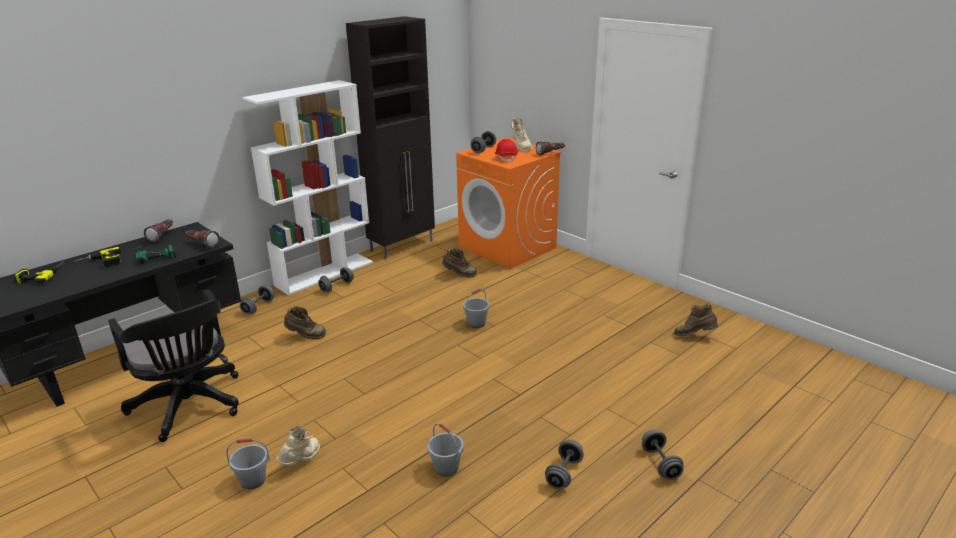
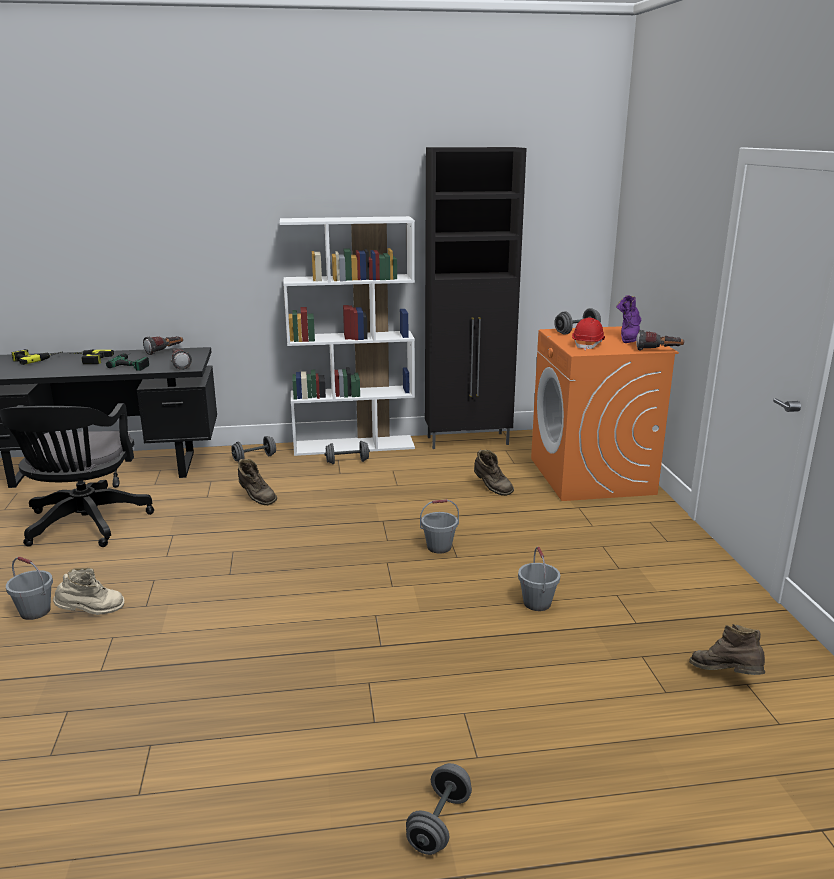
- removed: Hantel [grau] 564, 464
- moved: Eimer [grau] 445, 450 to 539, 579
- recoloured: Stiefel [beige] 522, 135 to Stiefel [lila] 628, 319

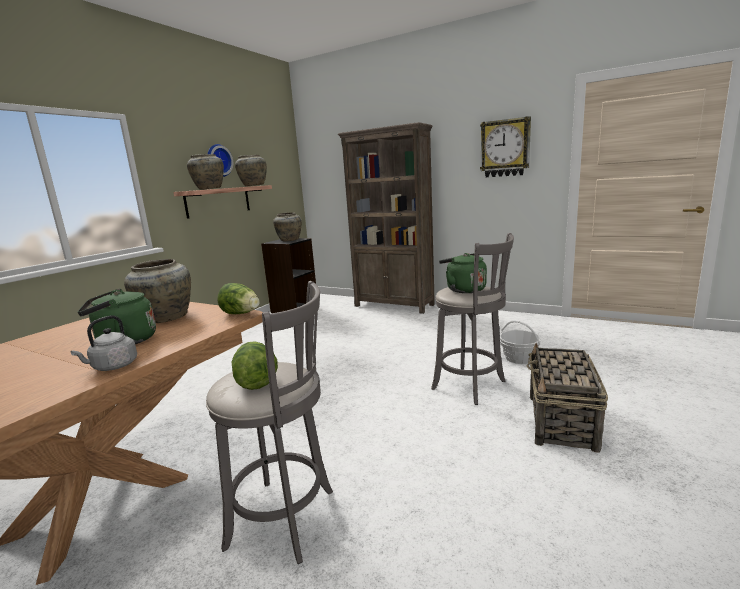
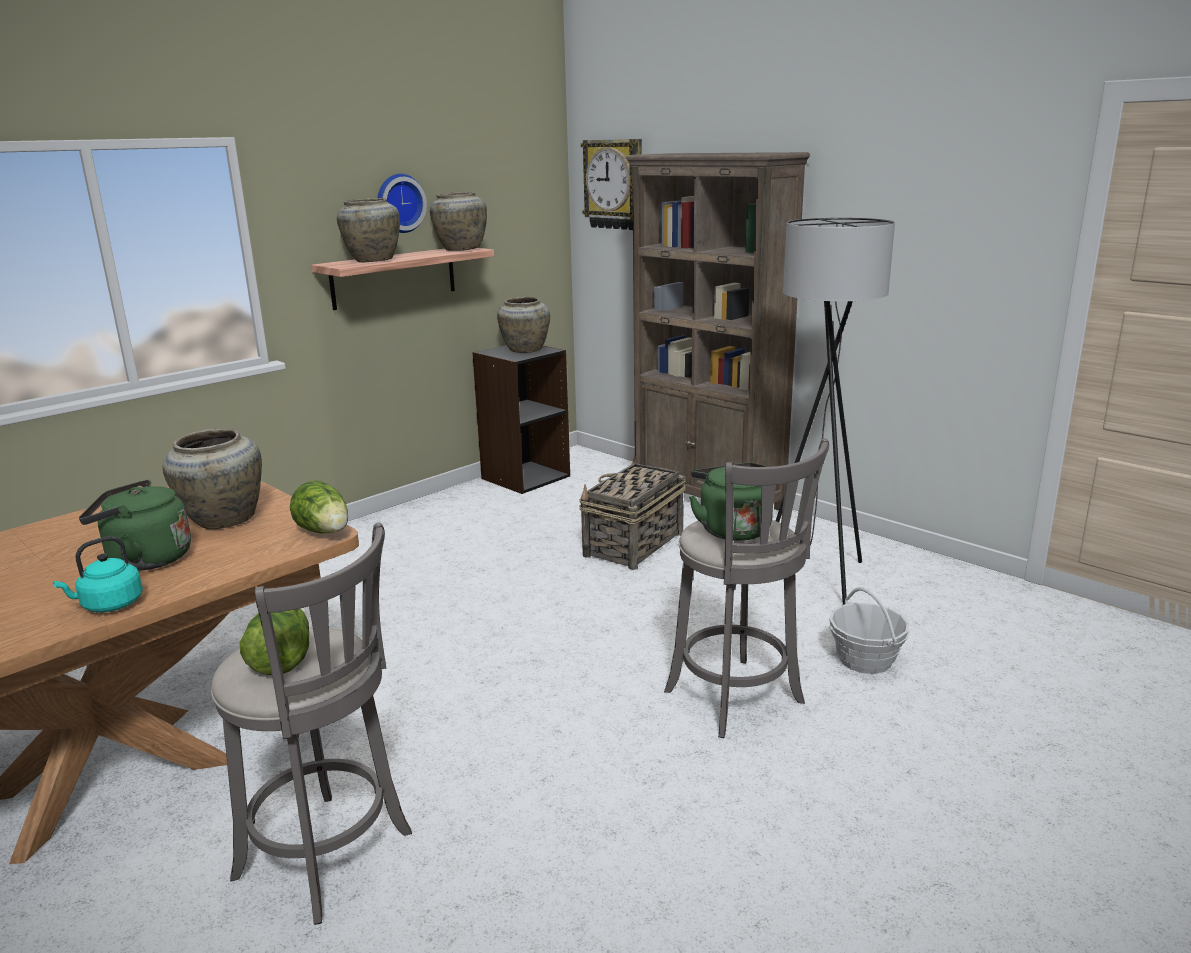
- added: Stehlampe [grau] 835, 411
- moved: Wanduhr 505, 146 to 611, 184
- moved: Korb 567, 398 to 632, 513
- recoloured: Wasserkessel [grau] 103, 343 to Wasserkessel [türkis] 98, 574

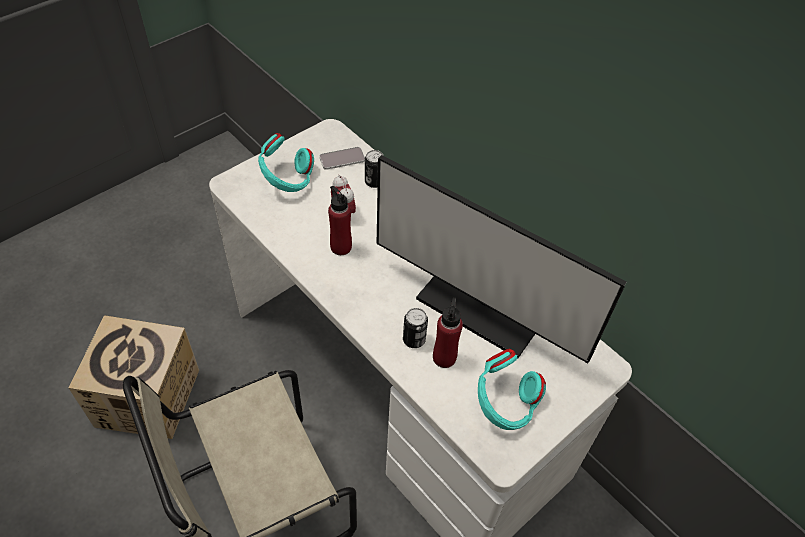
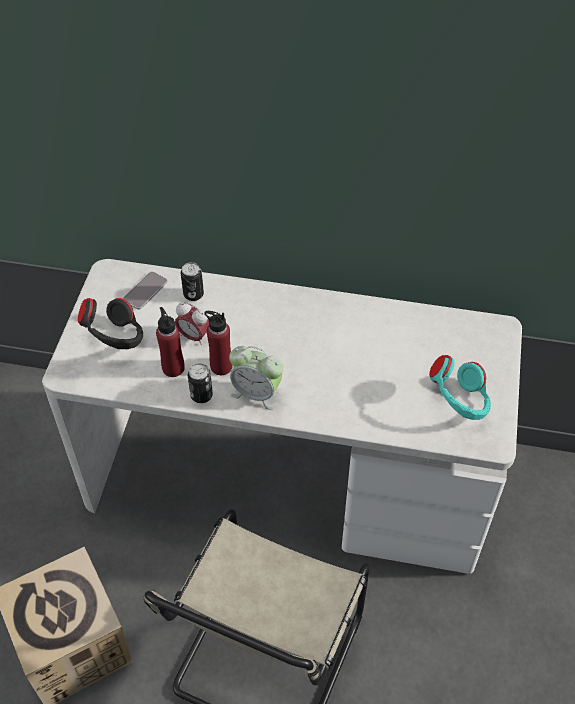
- removed: Monitor 501, 259
- added: Wecker 256, 378
- moved: Dose 415, 328 to 200, 383
- moved: Flasche [rot] 448, 332 to 170, 342
- recoloured: Kopfhörer [türkis] 286, 162 to Kopfhörer [schwarz] 110, 323

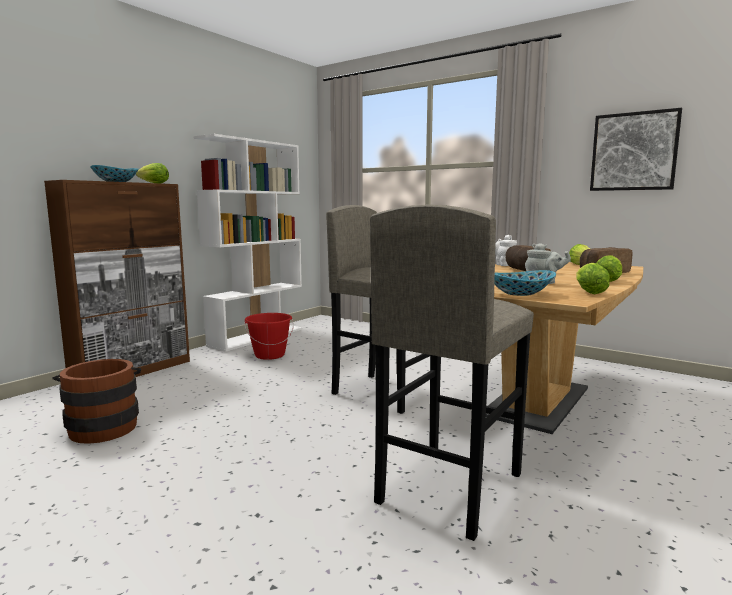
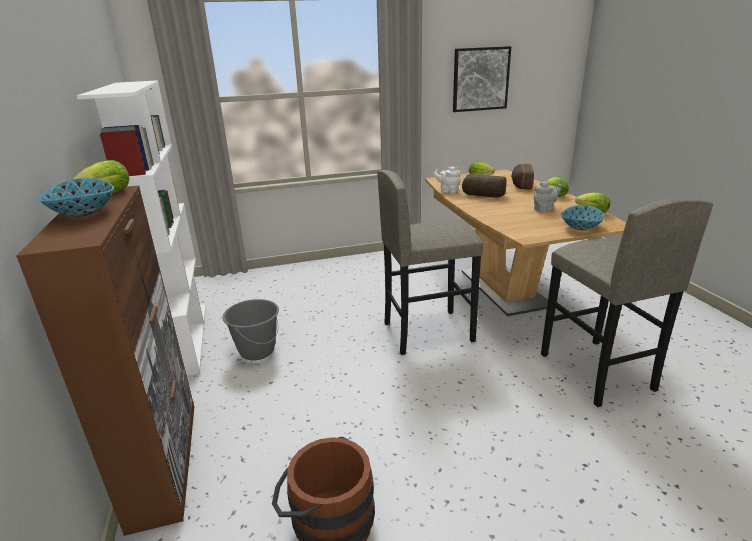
- recoloured: Eimer [rot] 269, 336 to Eimer [grau] 250, 330

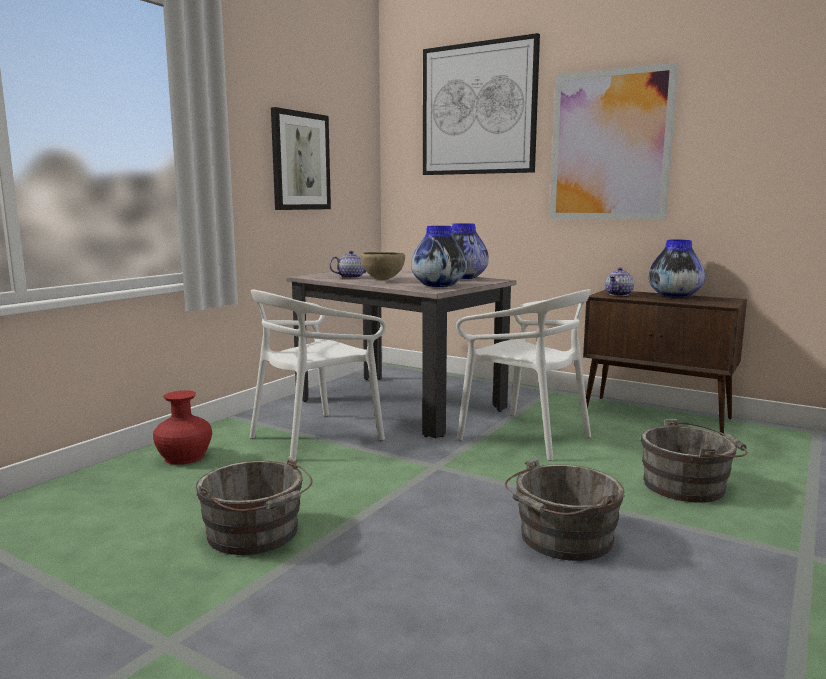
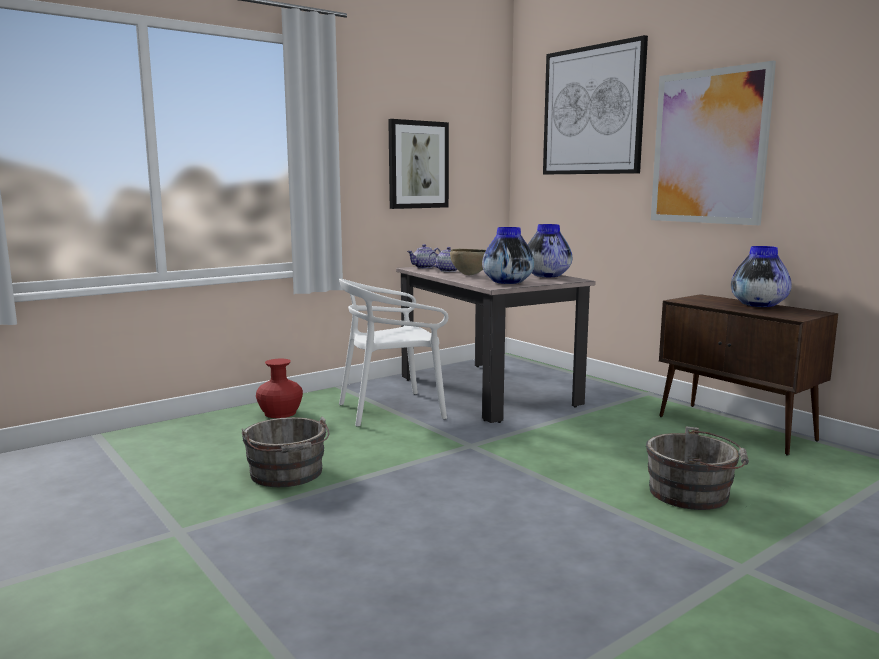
- removed: Stuhl [weiß] 523, 375
- removed: Eimer [grau] 565, 509
- moved: Teekanne 619, 281 to 424, 256

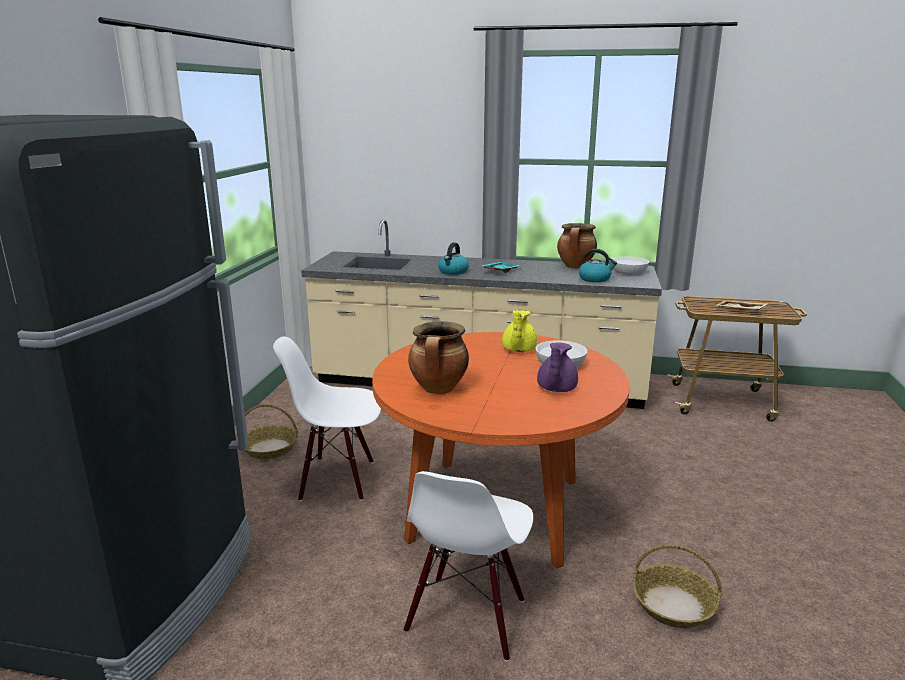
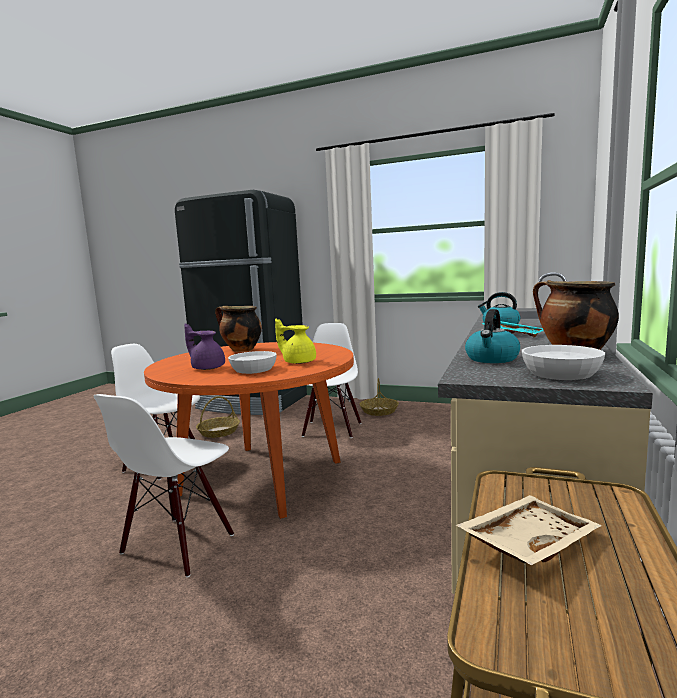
- added: Stuhl [weiß] 164, 486
- moved: Korb 677, 586 to 218, 417

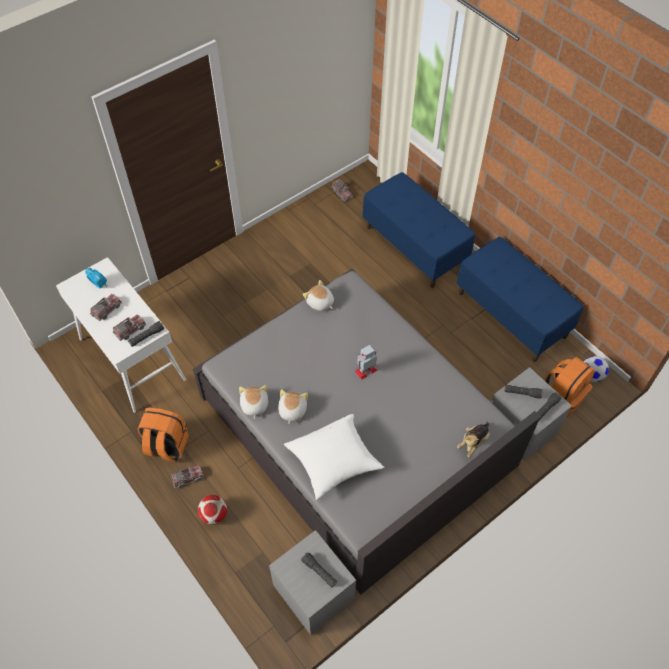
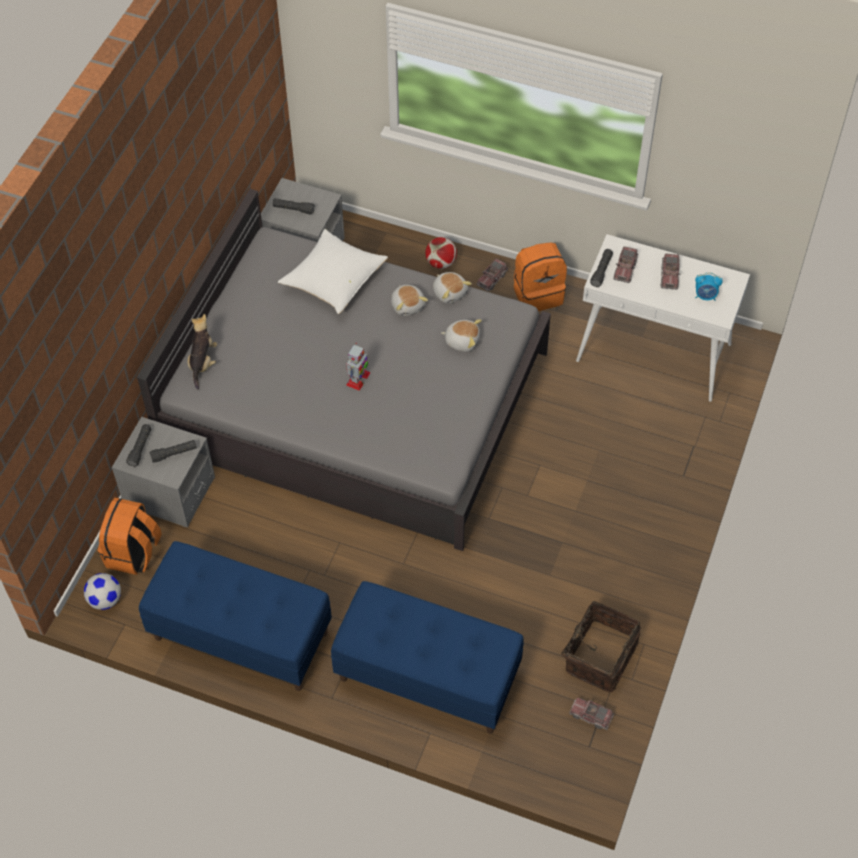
- added: Korb 596, 647
- moved: Plüschtier 318, 295 to 461, 335

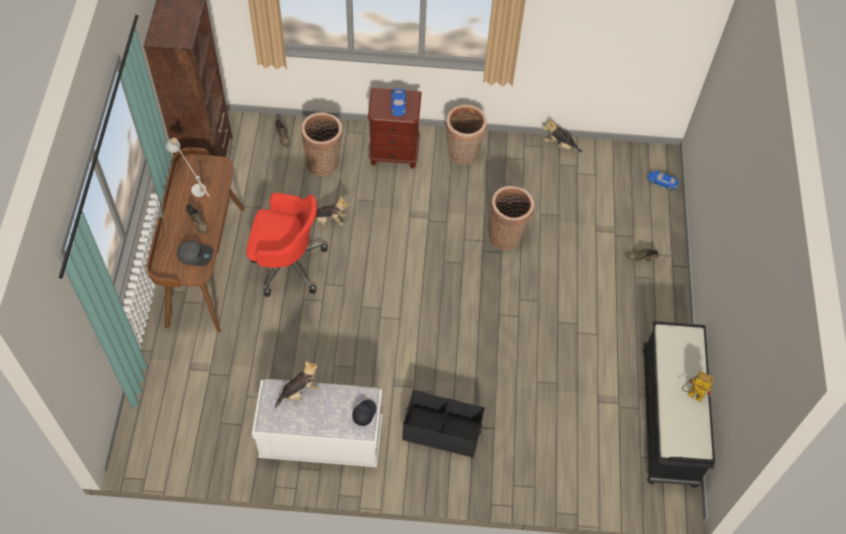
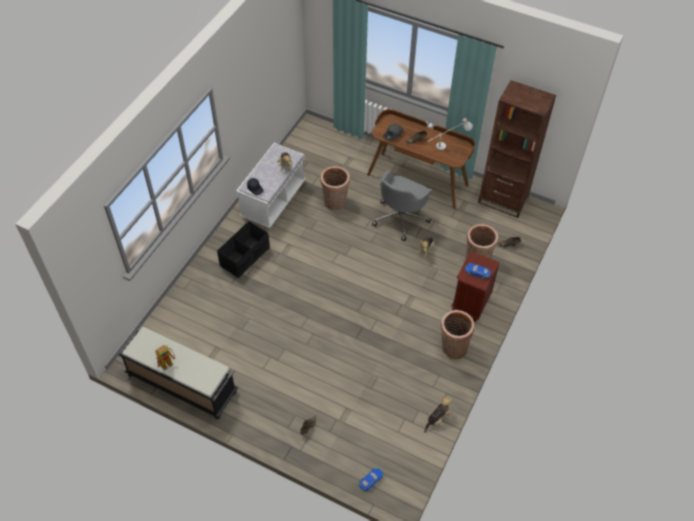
- moved: Korb 511, 218 to 335, 188
- recoloured: Bürostuhl [rot] 287, 245 to Bürostuhl [grau] 402, 206

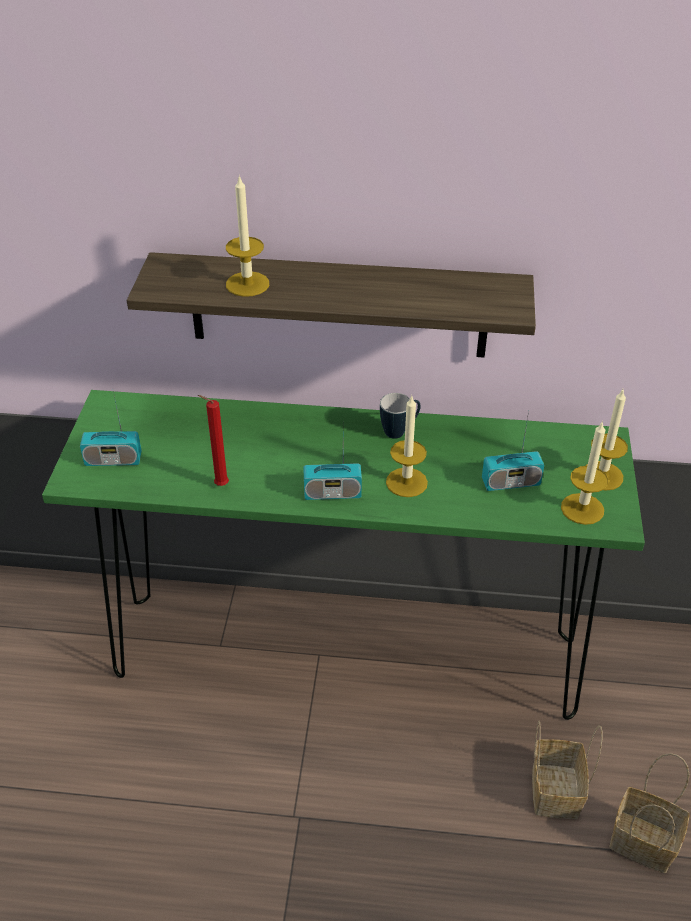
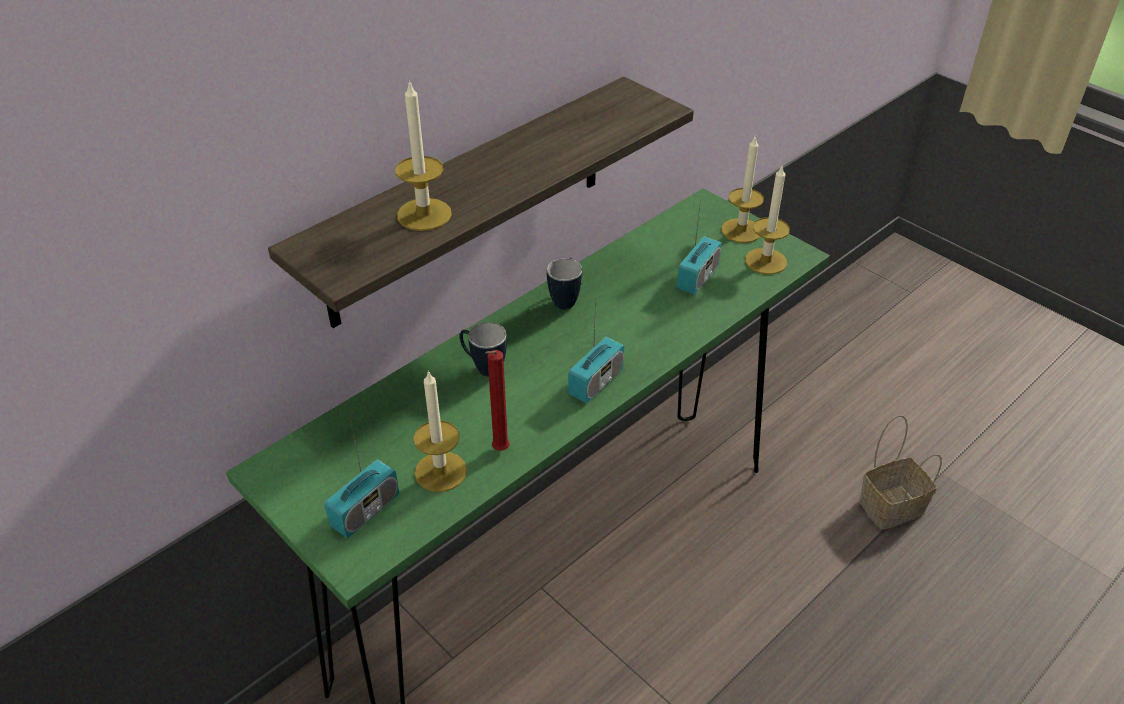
- removed: Korb 567, 770
- added: Henkelbecher 483, 349
- moved: Kerze 407, 446 to 440, 431

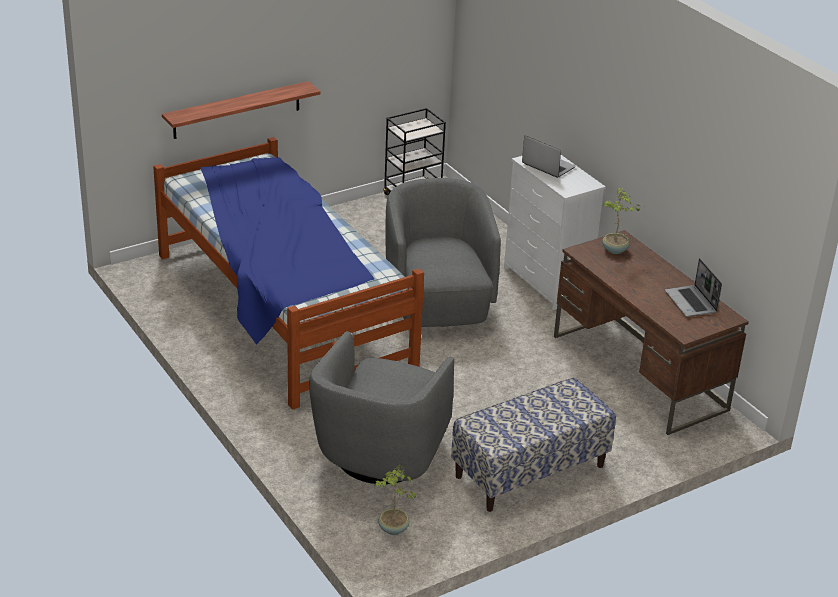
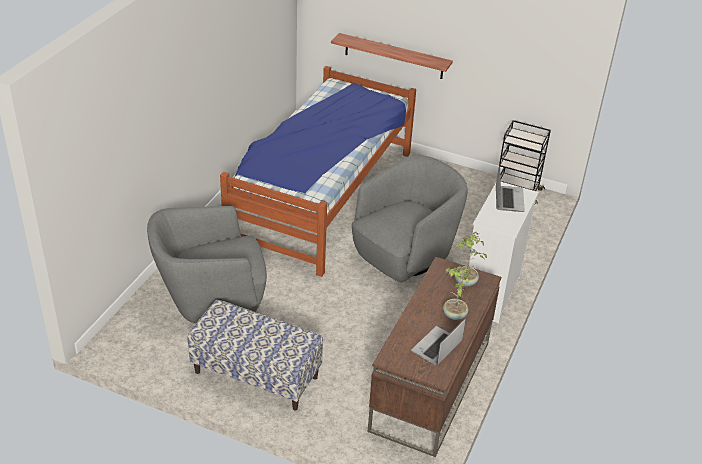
- moved: Topfpflanze 395, 500 to 456, 293

